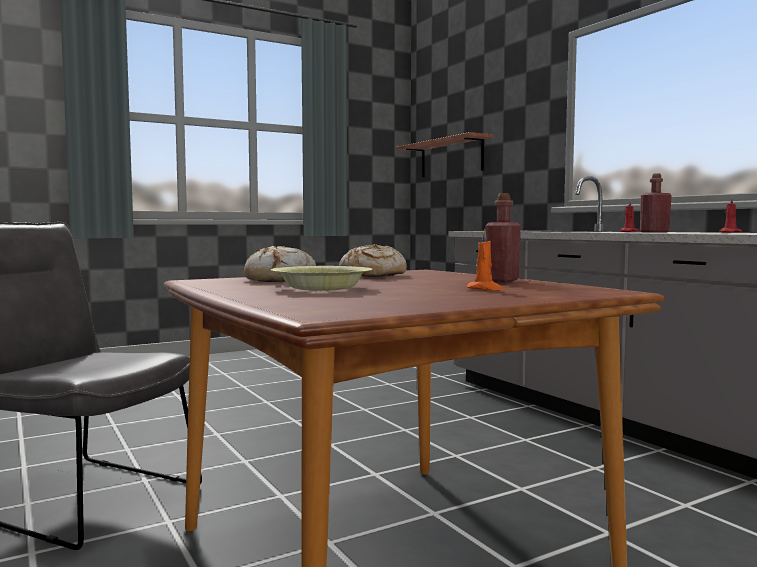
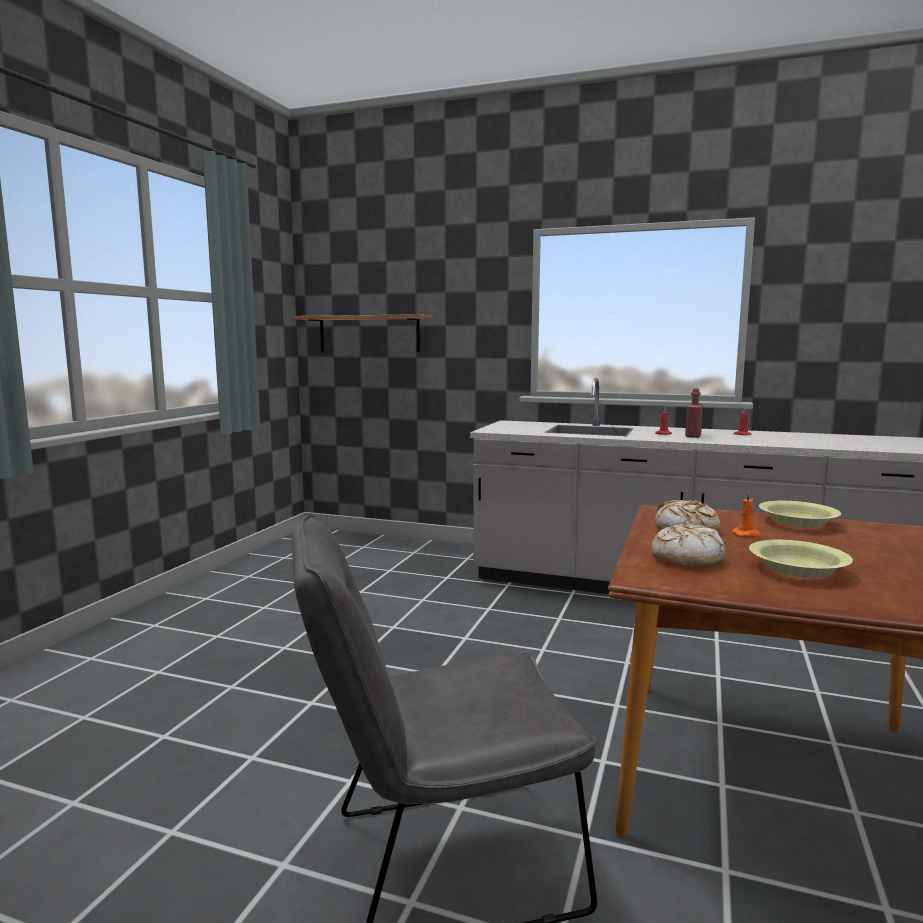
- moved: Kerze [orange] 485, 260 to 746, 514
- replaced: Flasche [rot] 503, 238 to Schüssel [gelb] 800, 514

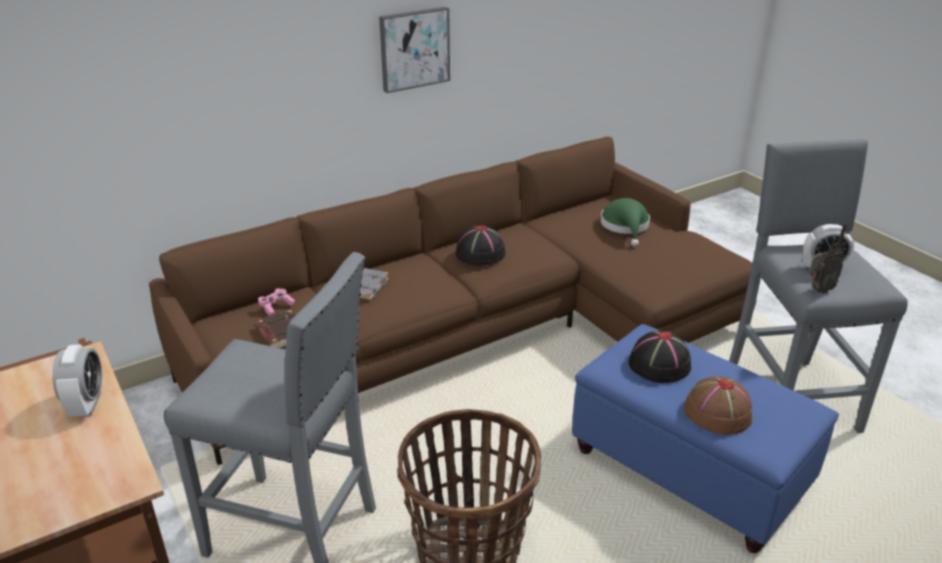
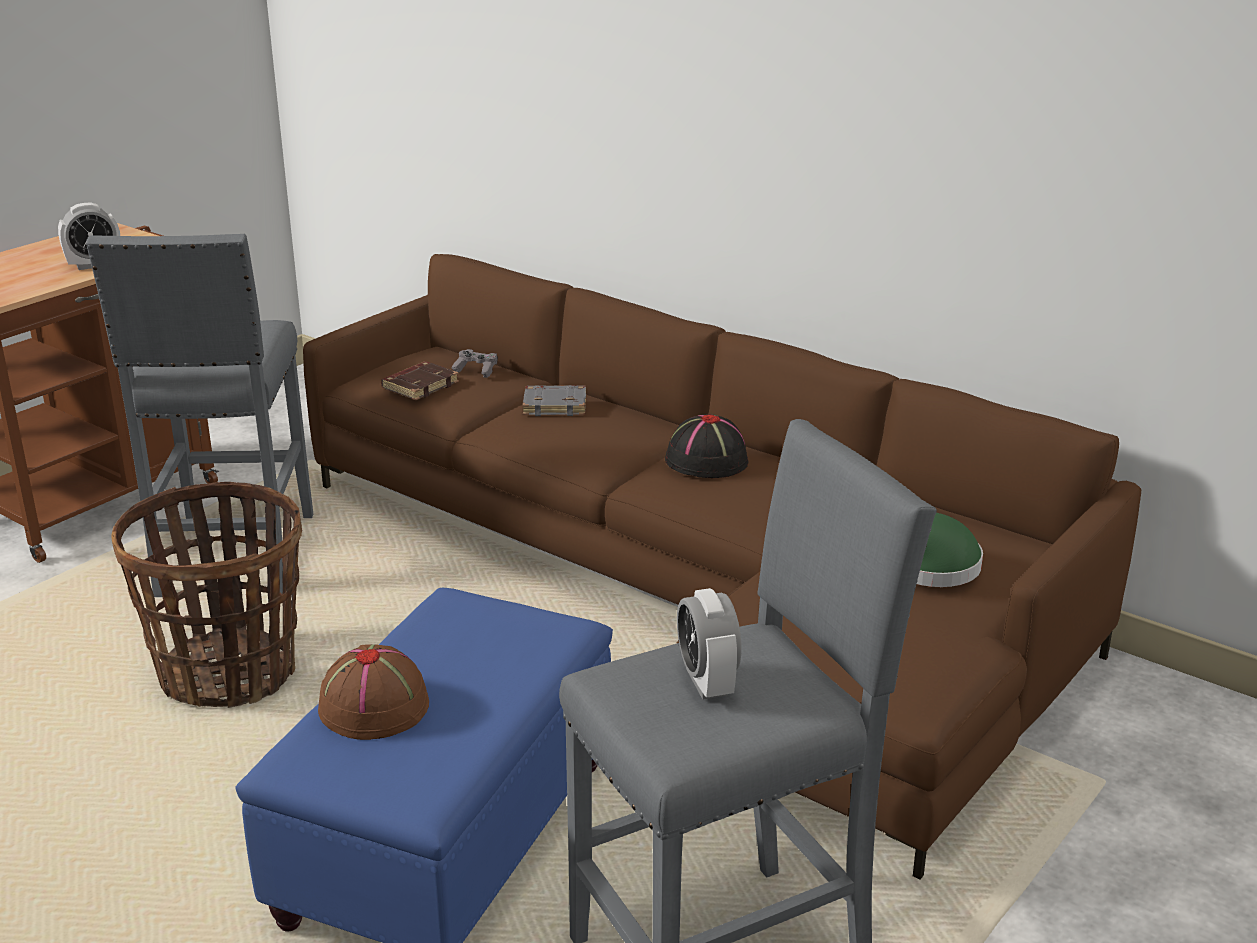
- removed: Bild 414, 50
- removed: Hut [schwarz] 660, 356
- removed: Radio 828, 258
- recoloured: Gamepad [rosa] 276, 302 to Gamepad [grau] 475, 363

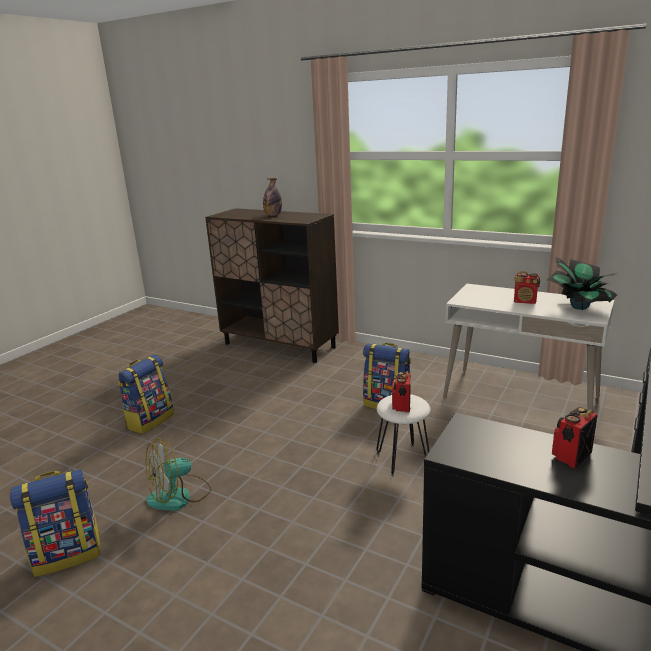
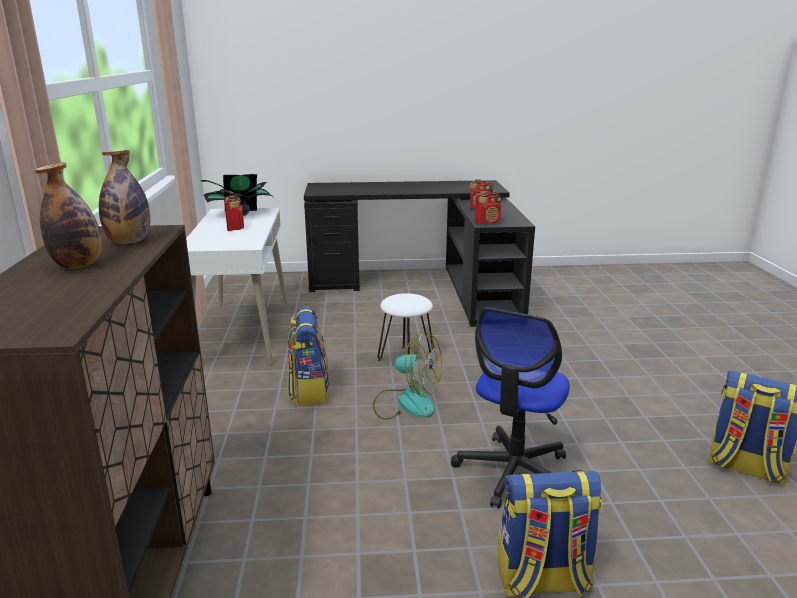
- added: Flasche 124, 197
- added: Bürostuhl 510, 408
- moved: Ventilator 179, 475 to 407, 375
- moved: Radio 401, 392 to 488, 208

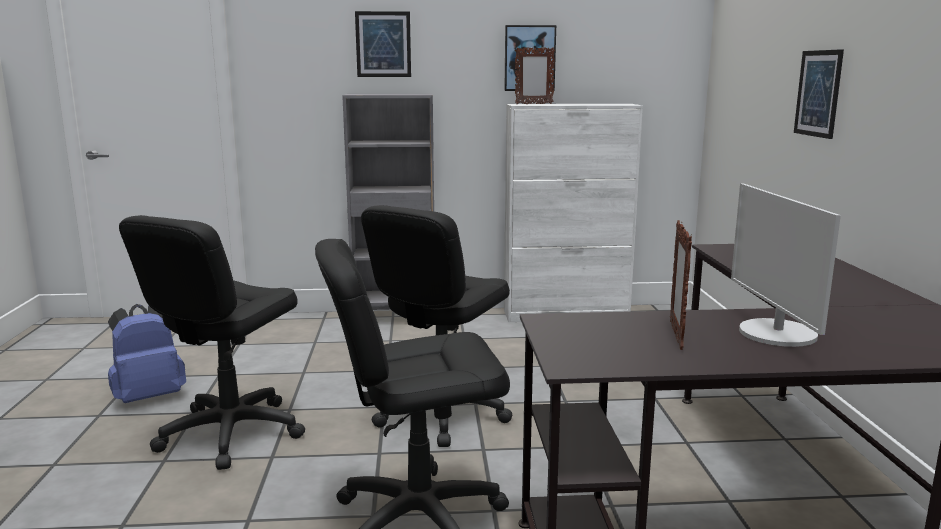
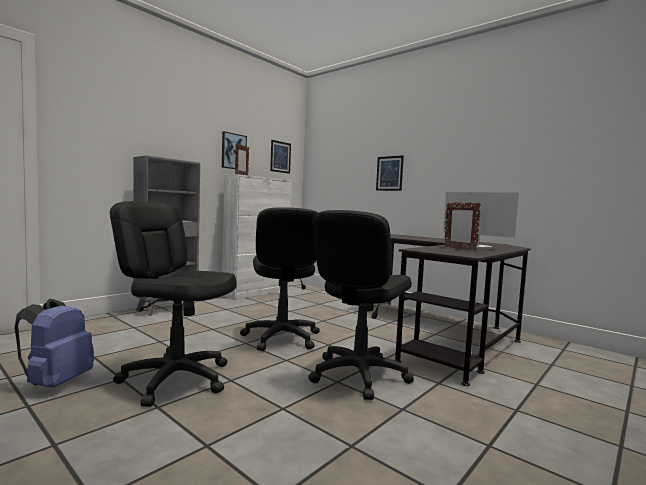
- moved: Bild 383, 44 to 280, 157
- turned: Bürostuhl [schwarz] 212, 342 = 173, 304 135 degrees clockwise

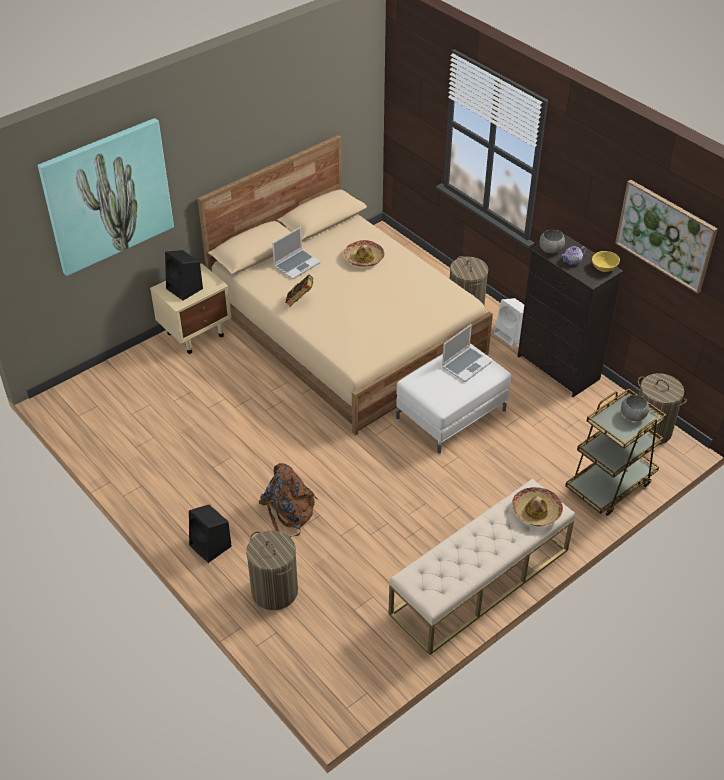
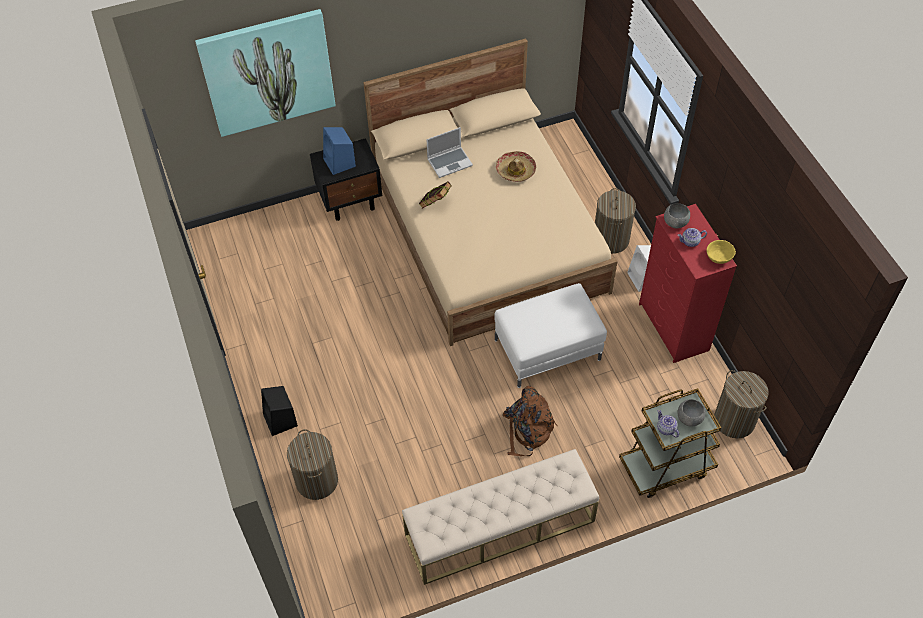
- removed: Laptop 467, 353
- removed: Hut 537, 507
- removed: Bild 666, 237
- added: Teekanne 668, 424
- moved: Rucksack [braun] 288, 500 to 530, 421
- recoloured: Nachttisch [beige] 191, 308 to Nachttisch [schwarz] 346, 179
- recoloured: Lautsprecher [schwarz] 184, 275 to Lautsprecher [blau] 339, 151
- recoloured: Kommode [schwarz] 570, 314 to Kommode [rot] 688, 283

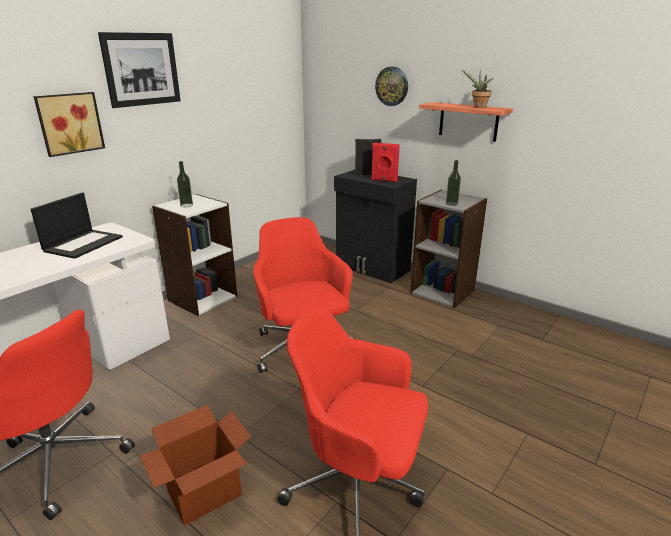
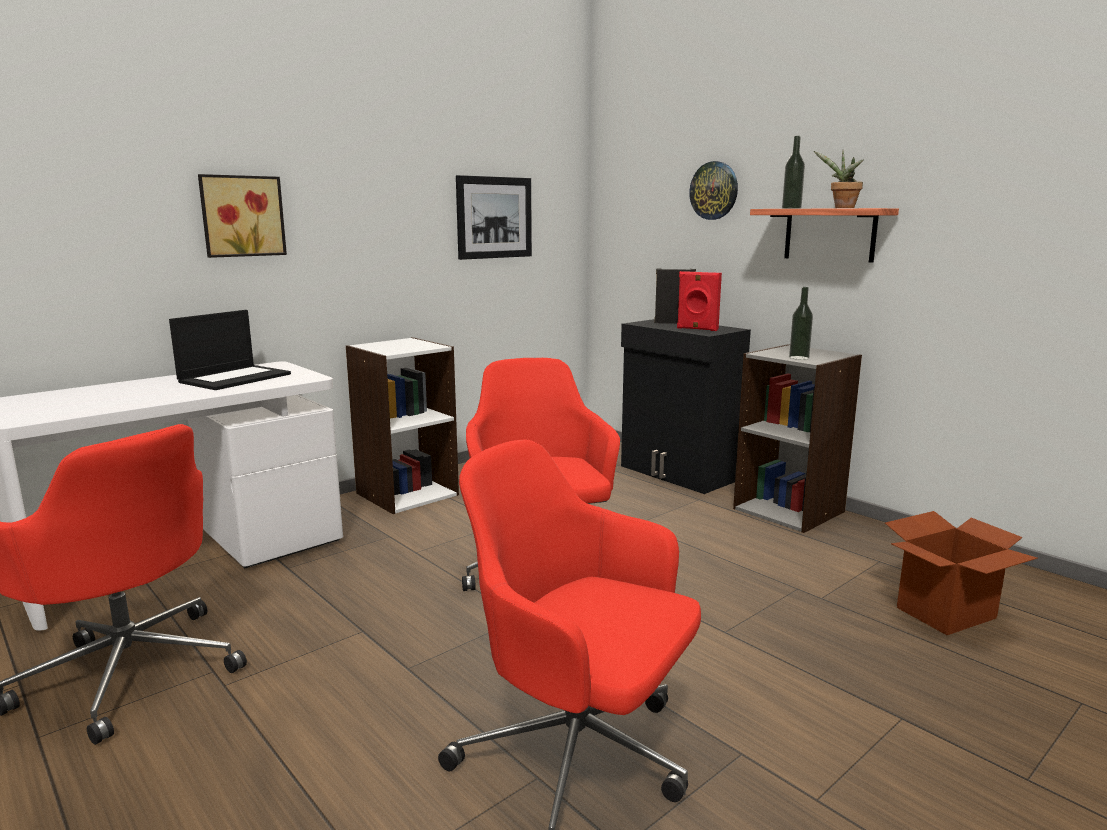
- moved: Bild 139, 70 to 494, 217
- moved: Karton 195, 465 to 961, 573
- moved: Flasche 185, 184 to 793, 172

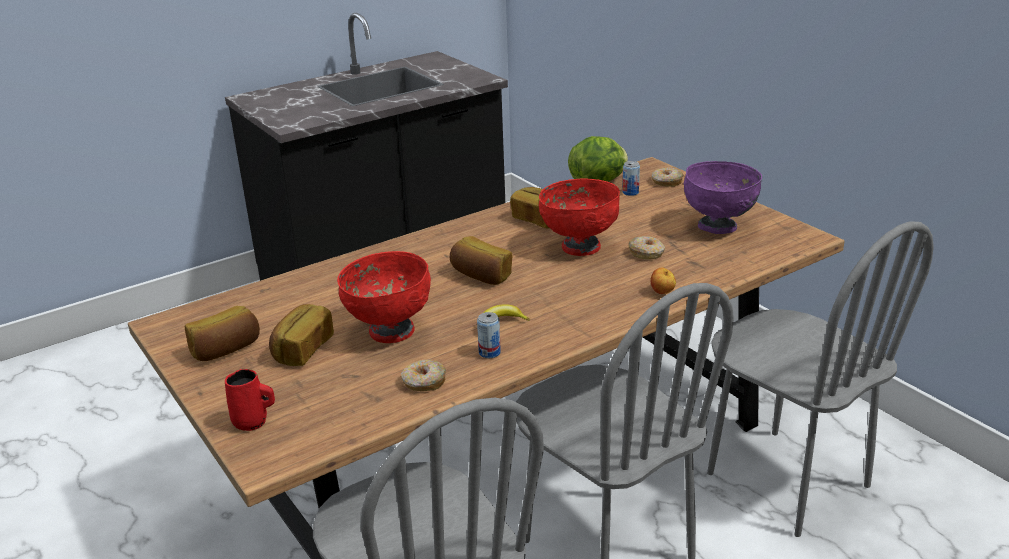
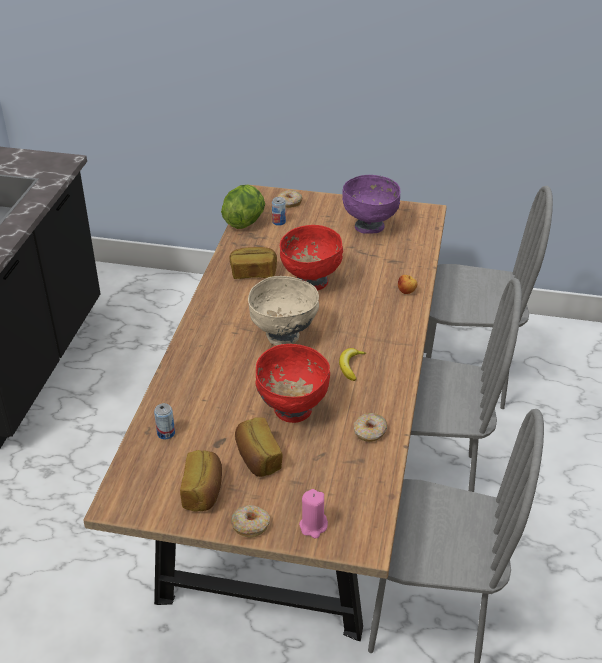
- moved: Dose 489, 335 to 164, 421
- moved: Donut 646, 248 to 250, 521
- replaced: Henkelbecher [rot] 250, 400 to Kerze [rosa] 313, 514
- replaced: Brot 481, 260 to Schüssel [beige] 283, 310

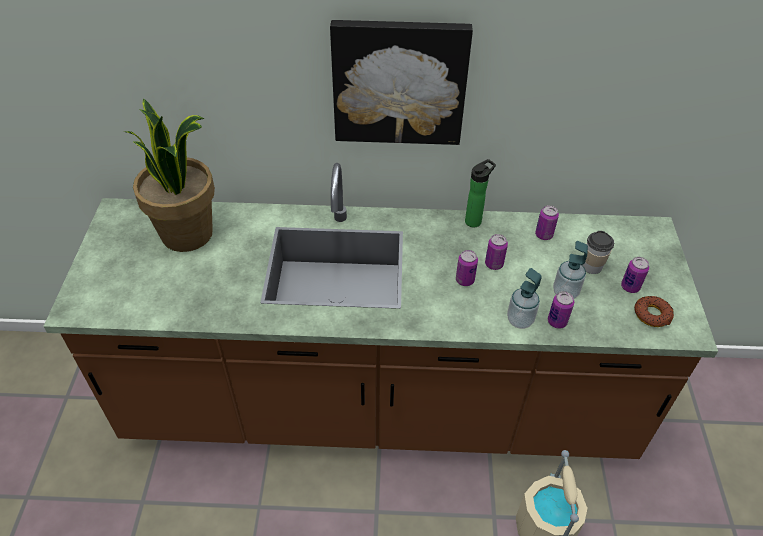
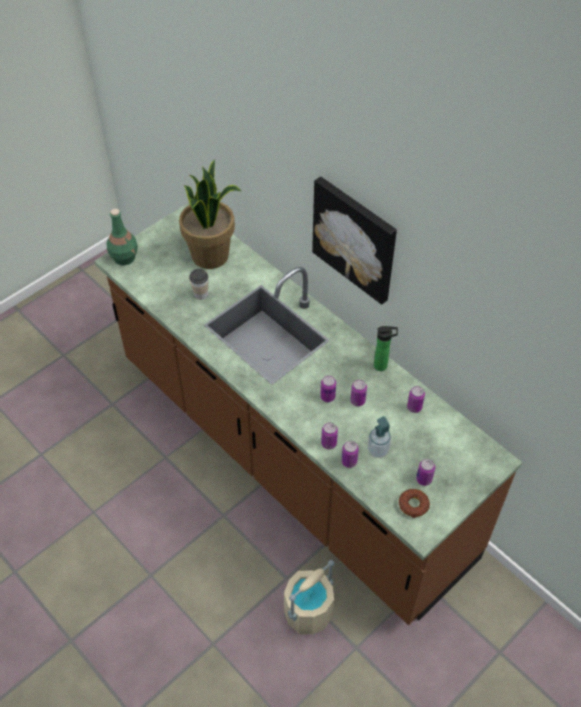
- added: Flasche [grün] 122, 237
- moved: Tasse 598, 252 to 198, 284
- replaced: Seifenspender 524, 298 to Dose 329, 435

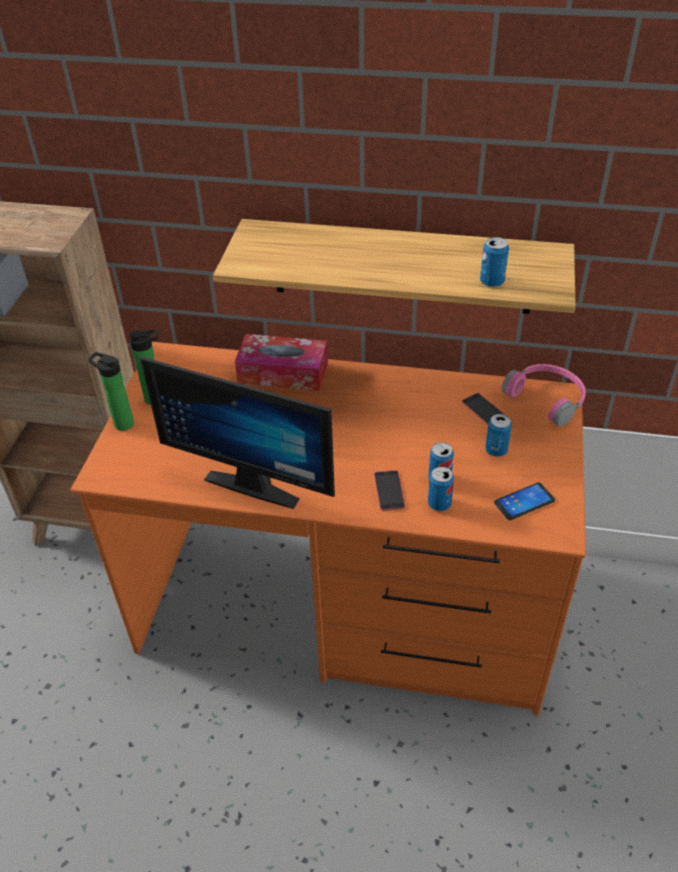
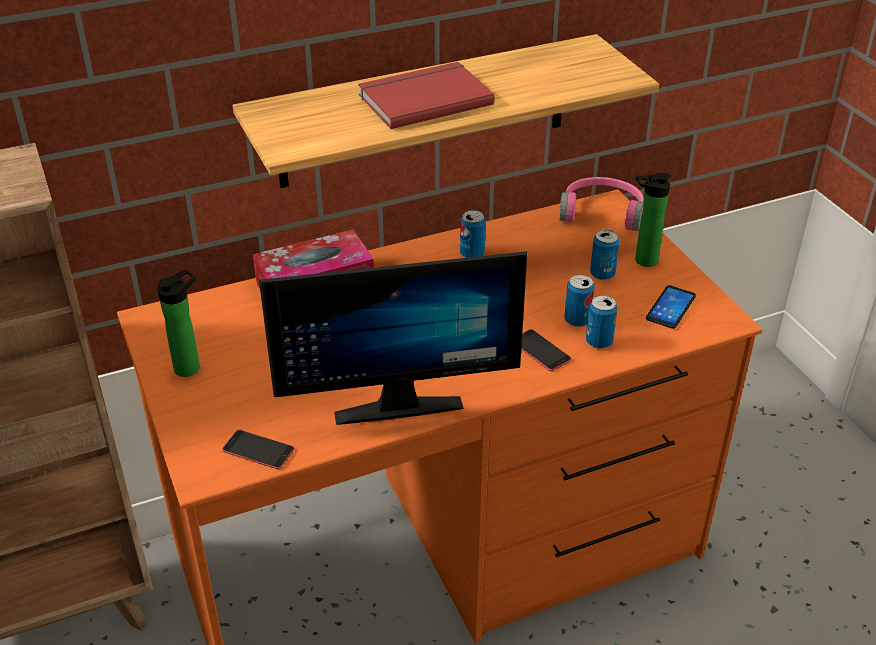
- added: Buch [rot] 426, 95
- moved: Flasche 111, 391 to 653, 220
- moved: Handy 483, 409 to 258, 449
- moved: Dose 494, 262 to 473, 234

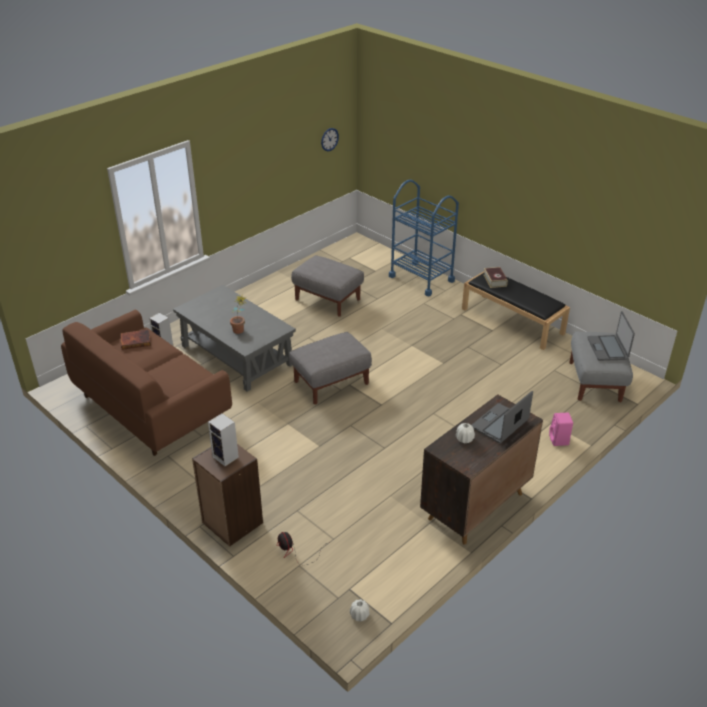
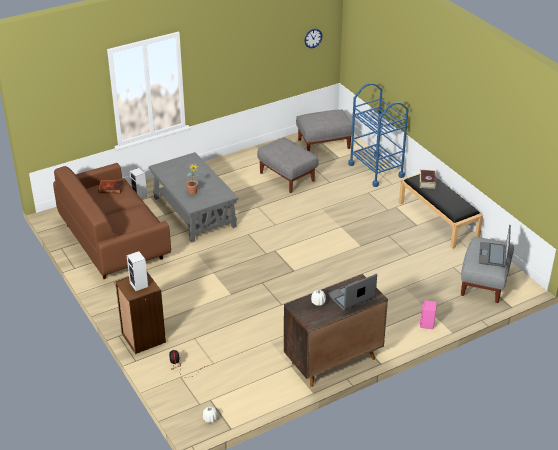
- moved: Polsterhocker [grau] 330, 368 to 324, 131

